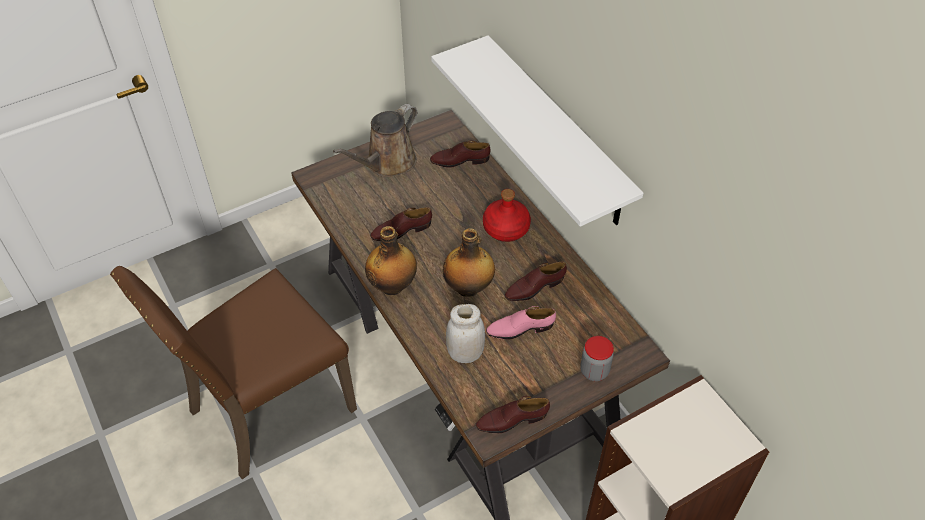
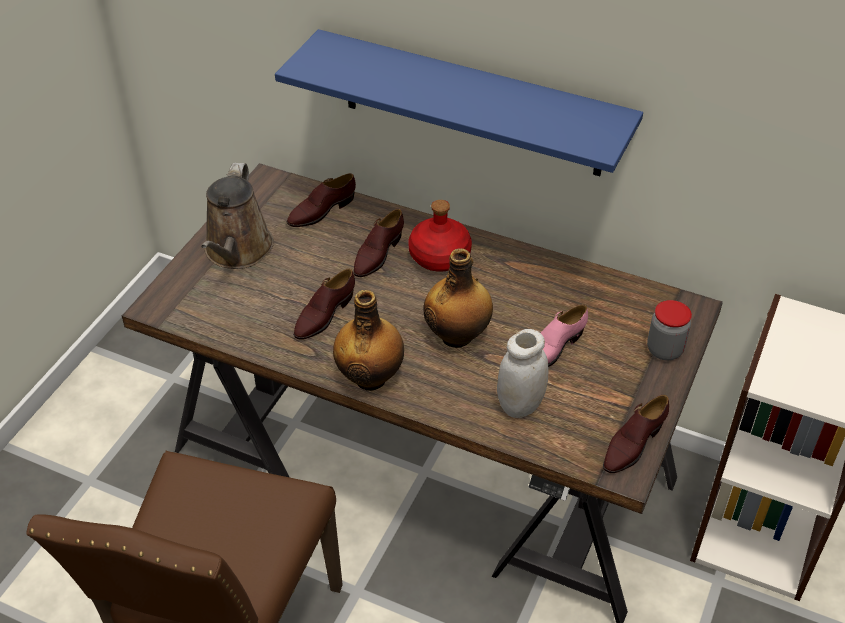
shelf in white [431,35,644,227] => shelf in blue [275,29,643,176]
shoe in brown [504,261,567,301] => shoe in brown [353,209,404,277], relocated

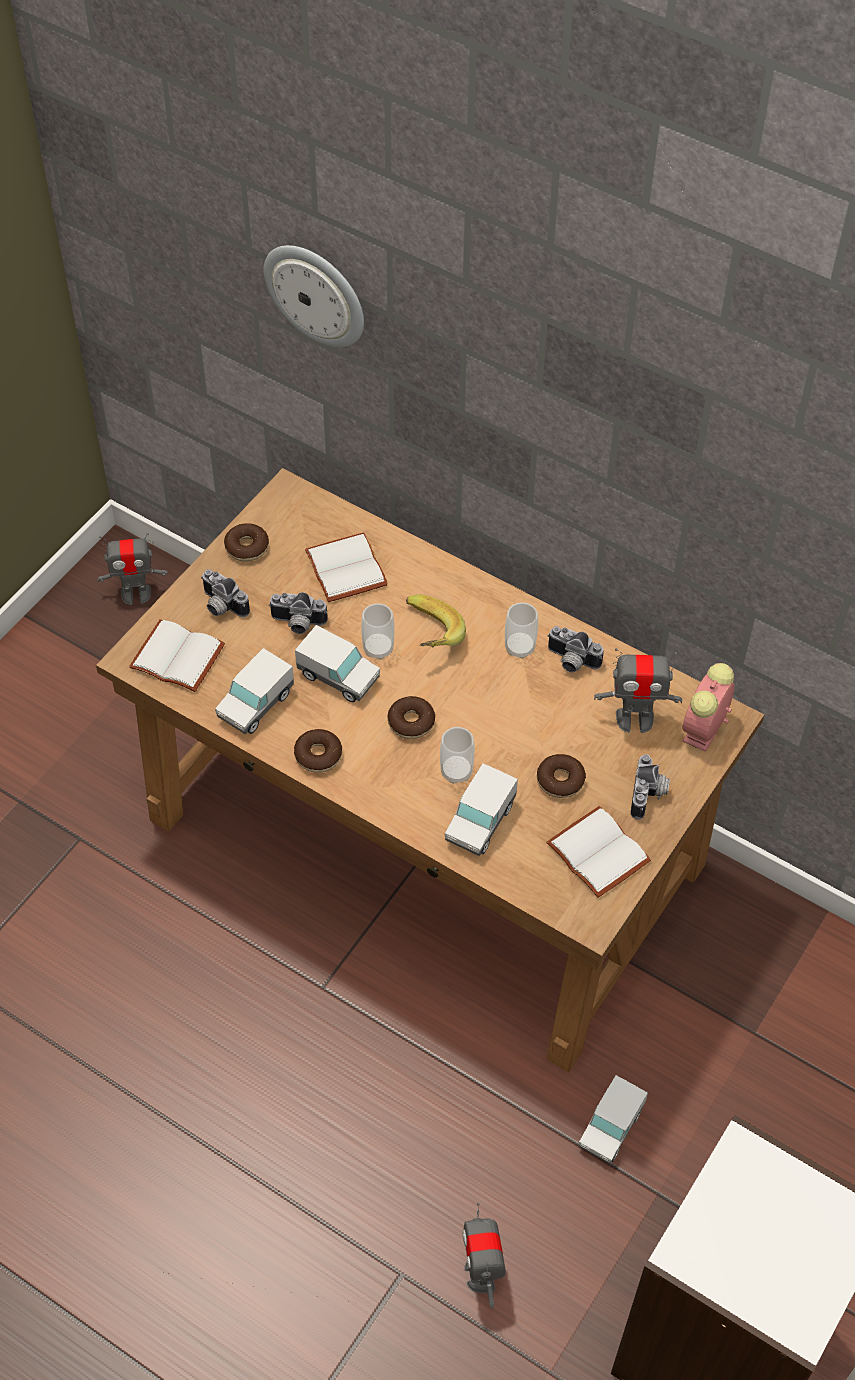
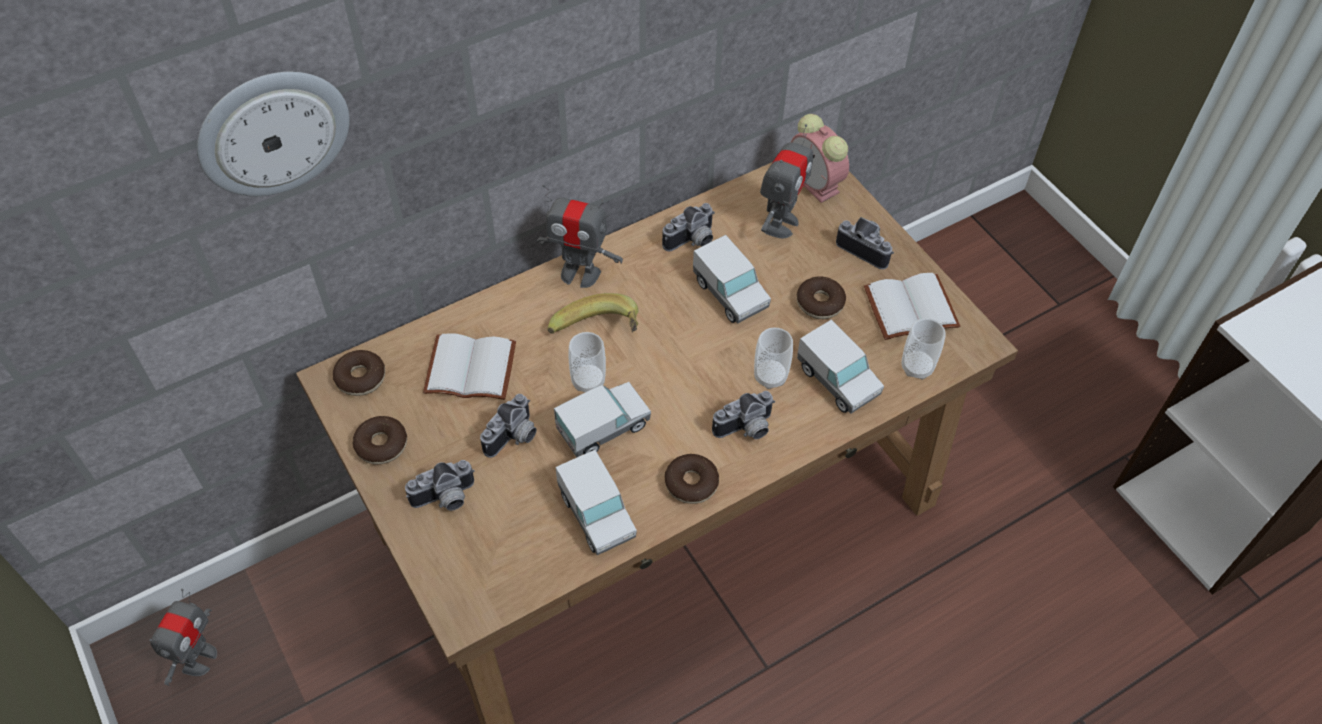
donut [388,696,435,739] => donut [333,350,385,396], relocated
toy robot [463,1203,506,1308] => toy robot [536,184,623,288], relocated
toy truck [579,1075,648,1164] => toy truck [693,235,771,323], relocated
nothing => photo camera [712,391,775,439]
cup [505,602,538,659] => cup [901,318,946,380], relocated
book in white [129,619,225,692] => nothing

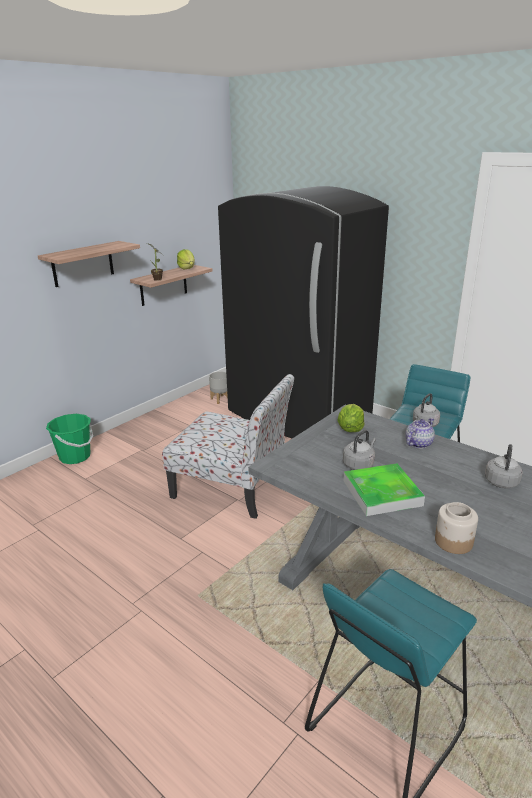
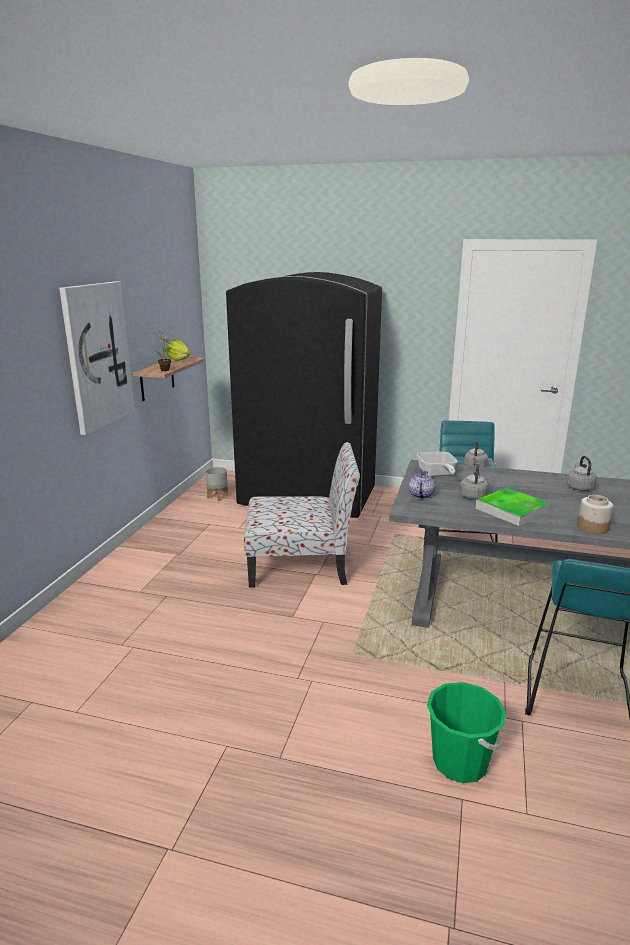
shelf [38,241,140,287] => picture [59,281,135,435]
teapot [405,418,435,449] => teapot [409,471,435,499], relocated
lettuce [337,404,364,432] => frying pan [417,451,458,477]
bucket in green [46,414,93,464] => bucket in green [427,682,507,783], relocated

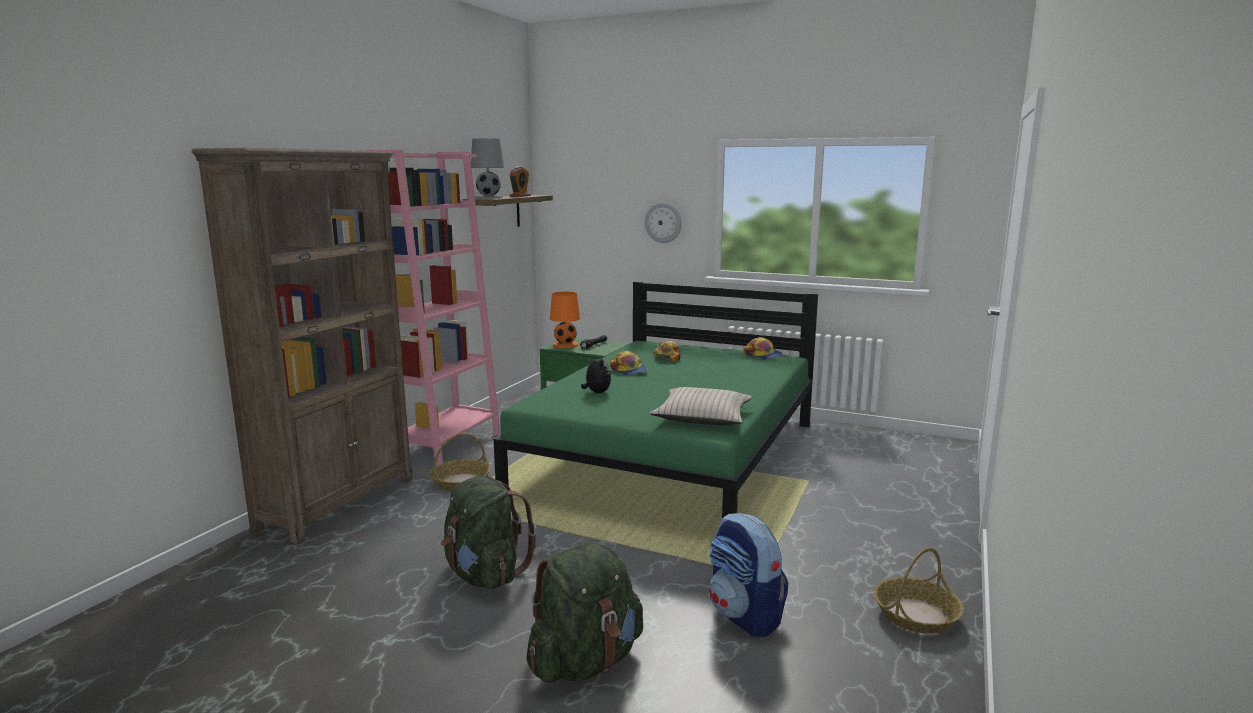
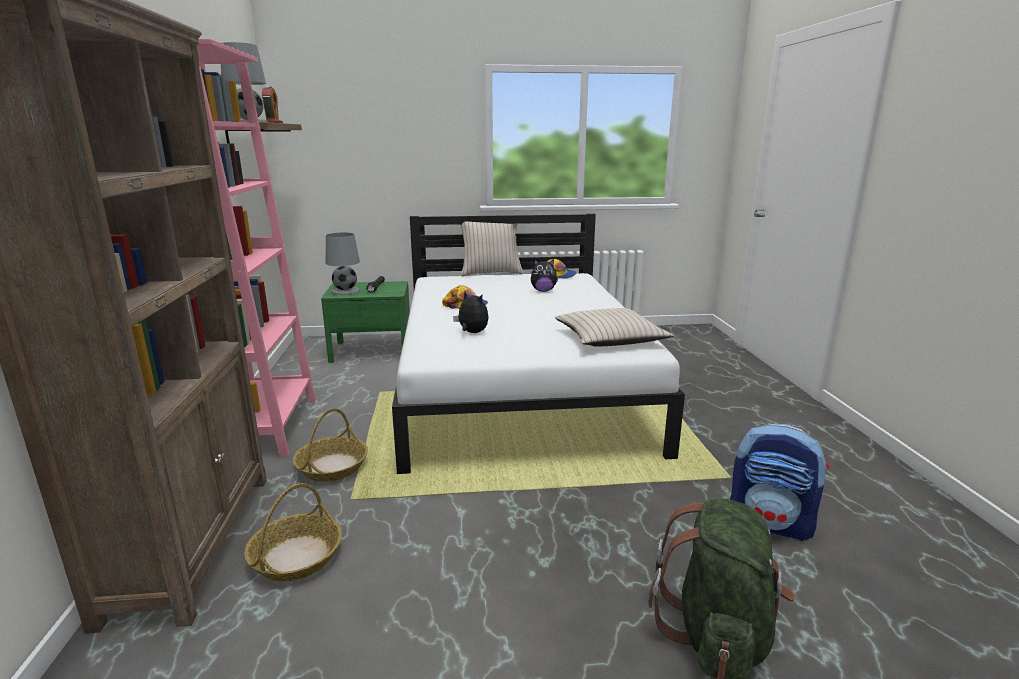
basket [874,548,964,634] => basket [244,483,342,581], relocated
table lamp in orange [550,292,580,348] => table lamp in grey [326,233,360,295]
bed in green [493,281,818,518] => bed in white [392,214,685,474]
nothing => pillow in beige [460,222,523,276]
nothing => plush toy [531,259,558,292]
backpack in green [441,476,537,589] => nothing
wall clock [645,203,682,243] => nothing
cap [654,341,683,361] => nothing

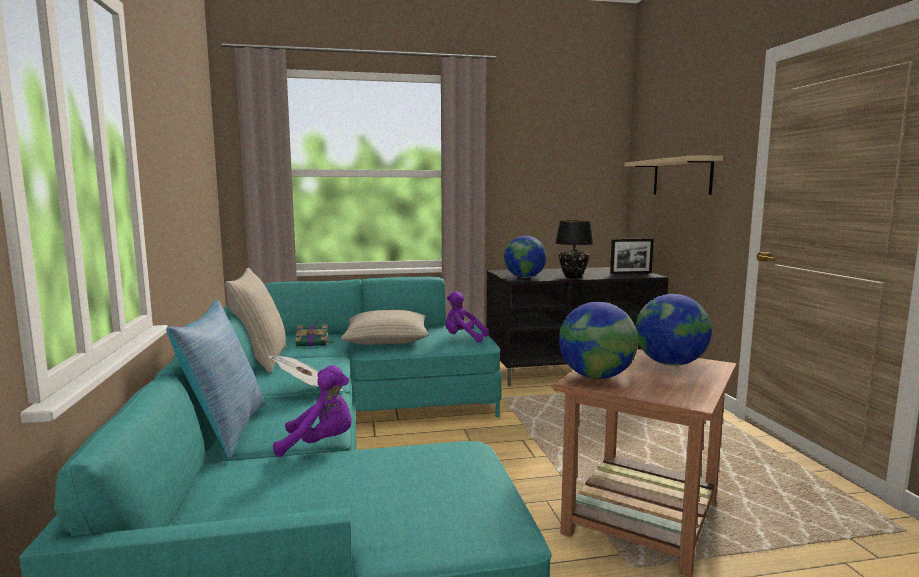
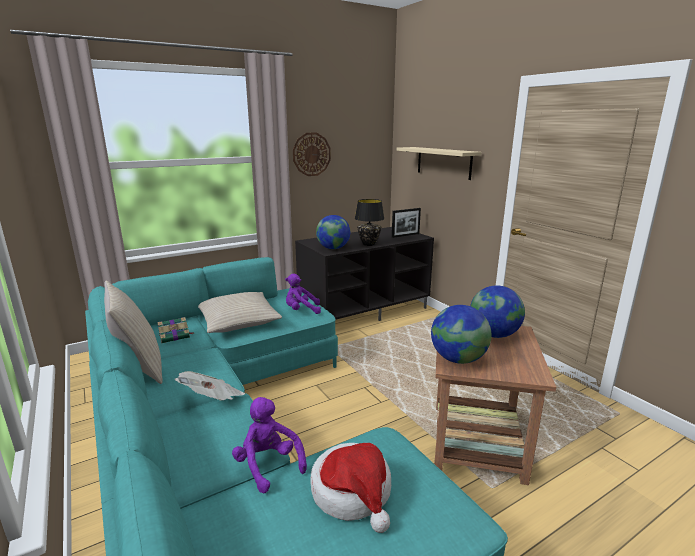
plush toy in purple [273,365,352,457] => plush toy in purple [232,397,307,493], 105 degrees counterclockwise
nothing => wall clock [293,133,331,176]
nothing => hat [310,443,391,533]
pillow [166,300,265,459] => nothing

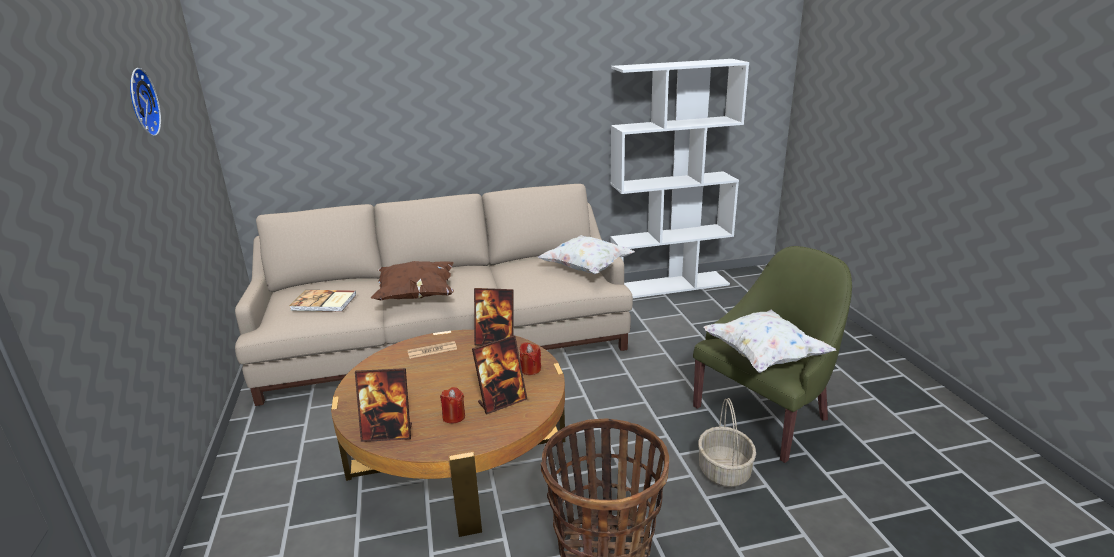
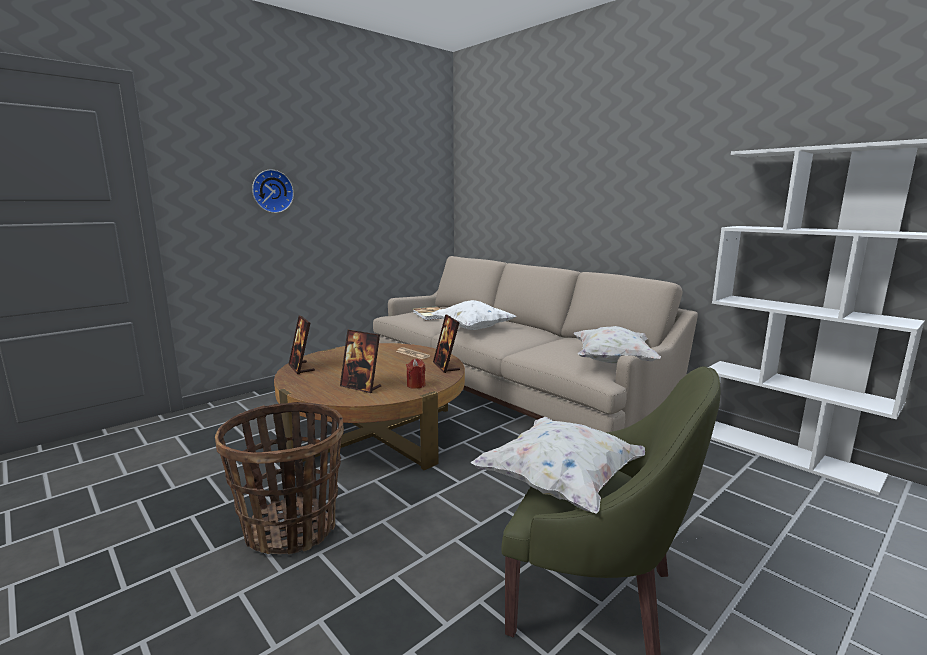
wall clock [130,68,161,136] => wall clock [252,169,294,213], relocated
pillow in brown [371,261,454,300] => pillow in white [431,300,517,330]
candle in red [440,387,465,423] => nothing
basket [698,398,756,487] => nothing

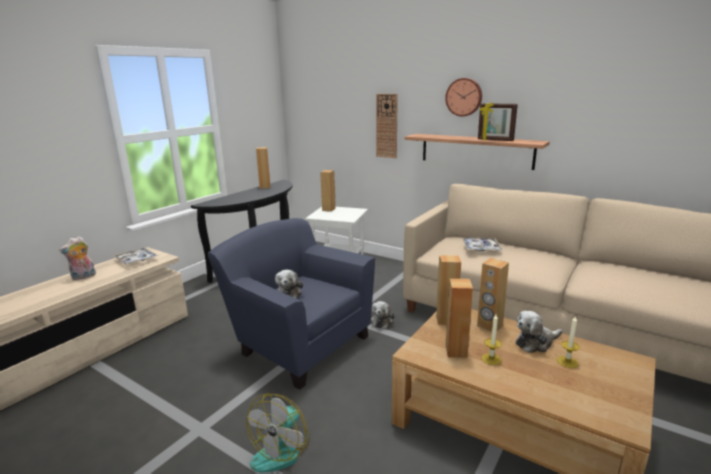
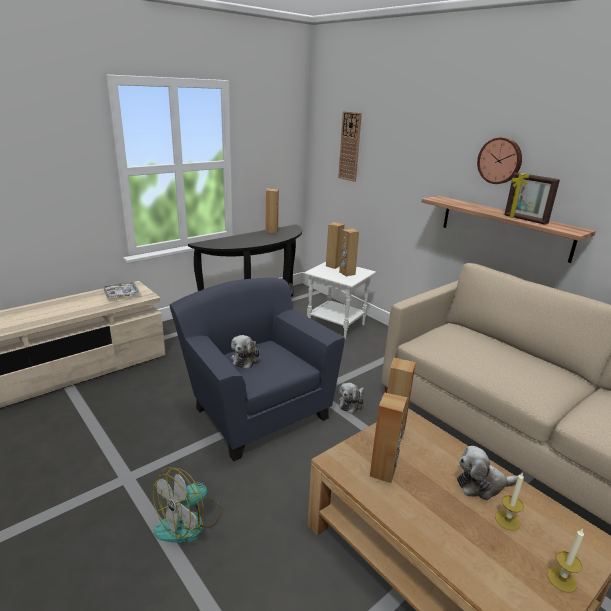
wall clock [376,94,398,158] => wall clock [338,111,362,182], relocated
speaker in brown [477,258,509,332] => speaker in brown [339,228,359,276], relocated
candle [481,314,502,365] => candle [547,529,584,593], relocated
plush toy [59,236,96,280] => nothing
tray [462,238,503,251] => nothing

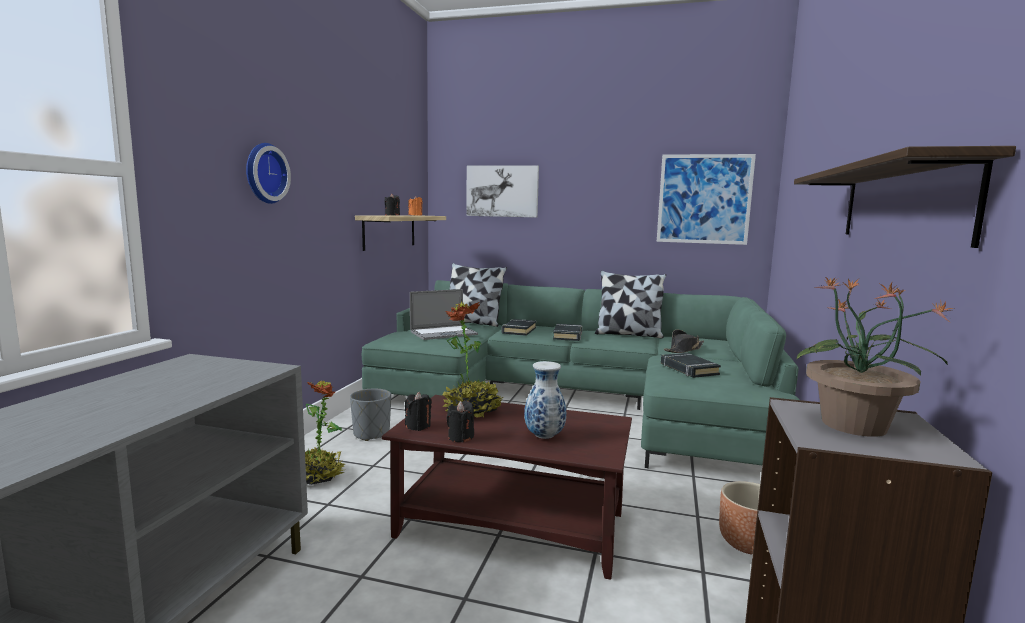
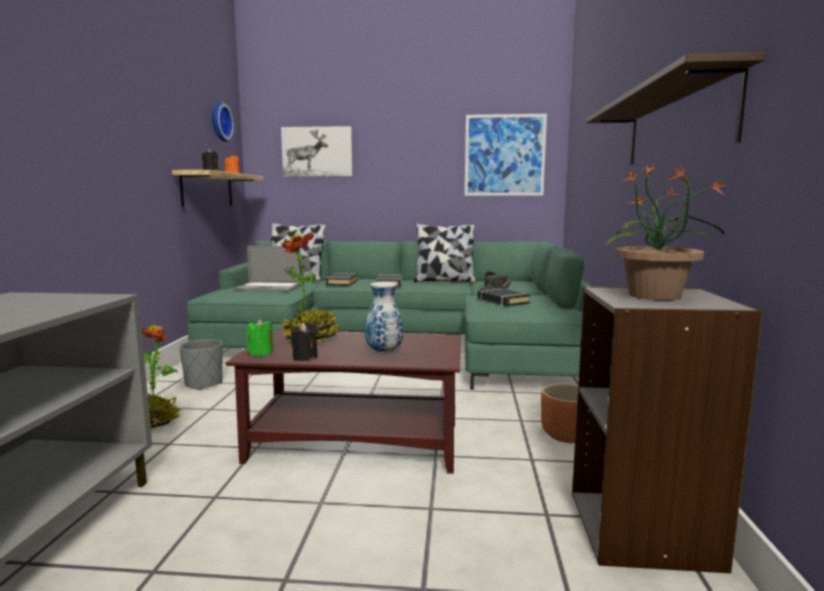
wall clock [246,143,291,204] => wall clock [212,102,234,142], relocated
laptop [410,289,478,340] => laptop [234,246,302,291], 45 degrees clockwise
candle in black [405,392,432,431] => candle in green [247,319,273,356]

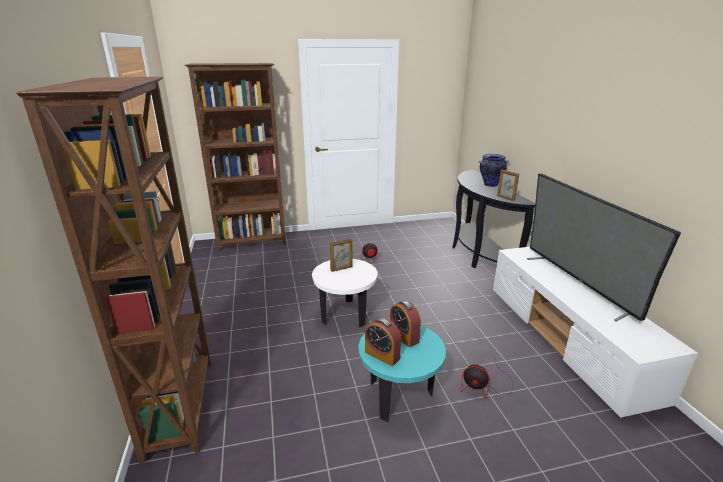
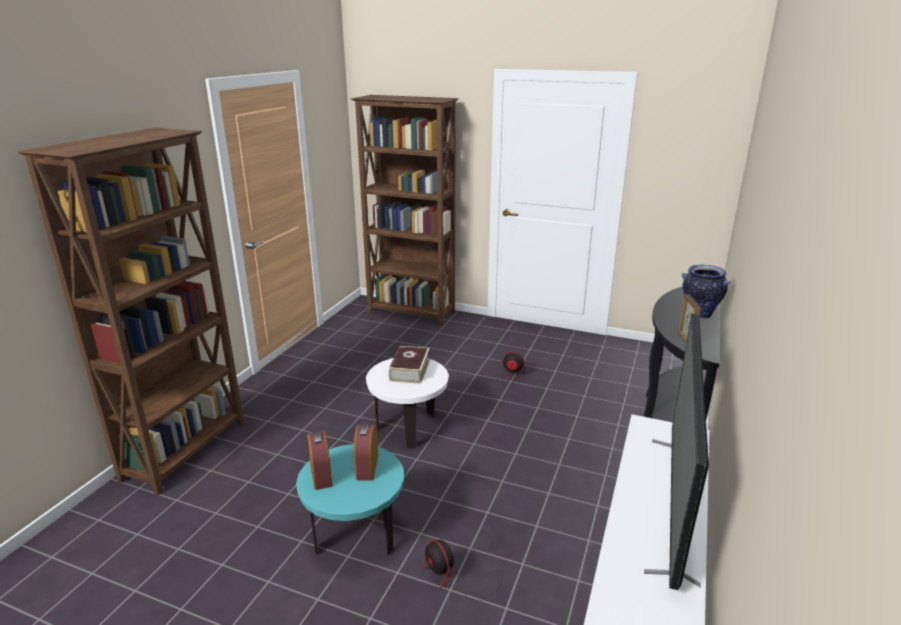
picture frame [330,239,352,272] => book [388,346,430,384]

